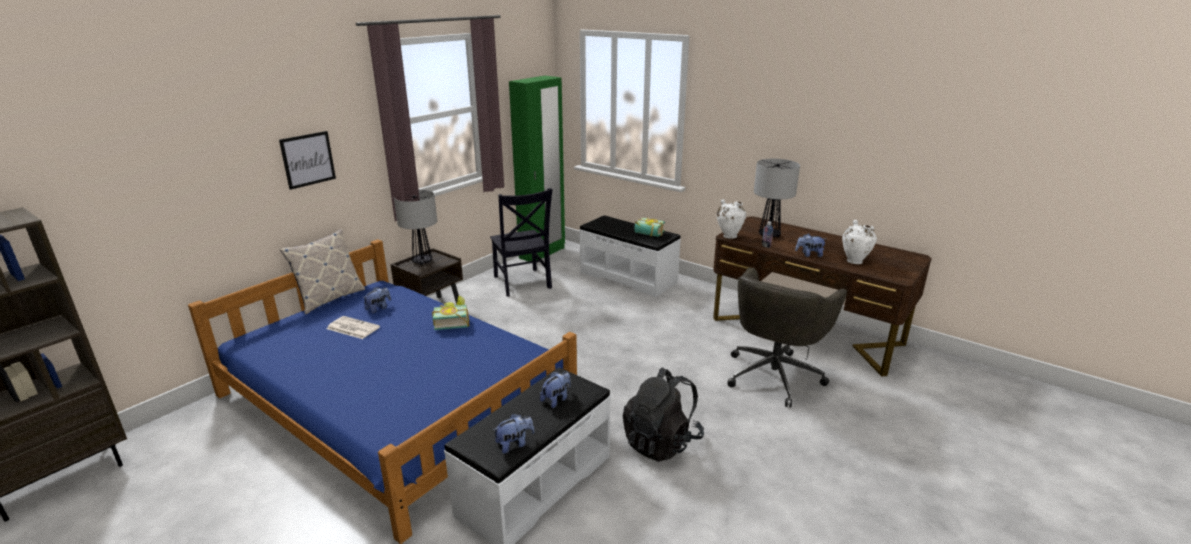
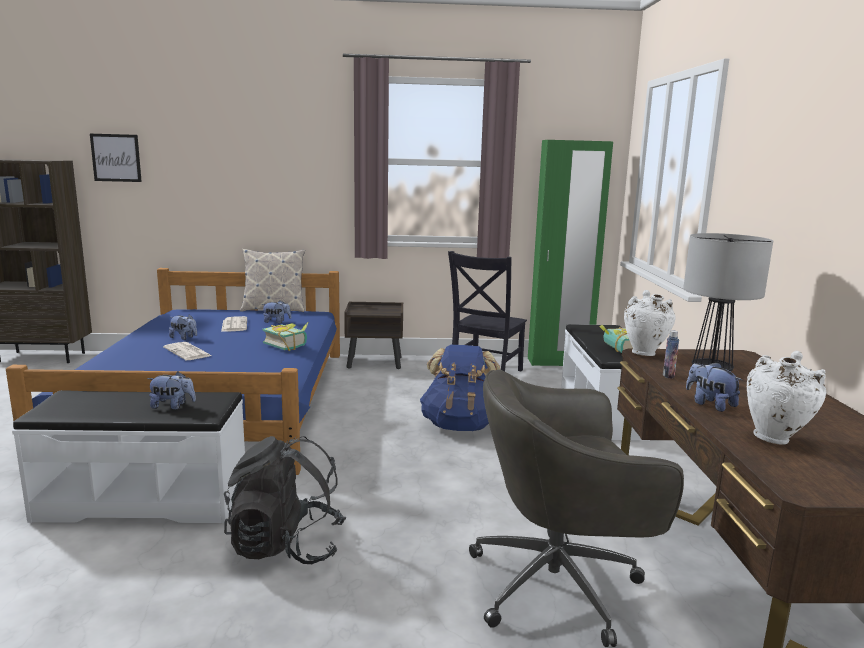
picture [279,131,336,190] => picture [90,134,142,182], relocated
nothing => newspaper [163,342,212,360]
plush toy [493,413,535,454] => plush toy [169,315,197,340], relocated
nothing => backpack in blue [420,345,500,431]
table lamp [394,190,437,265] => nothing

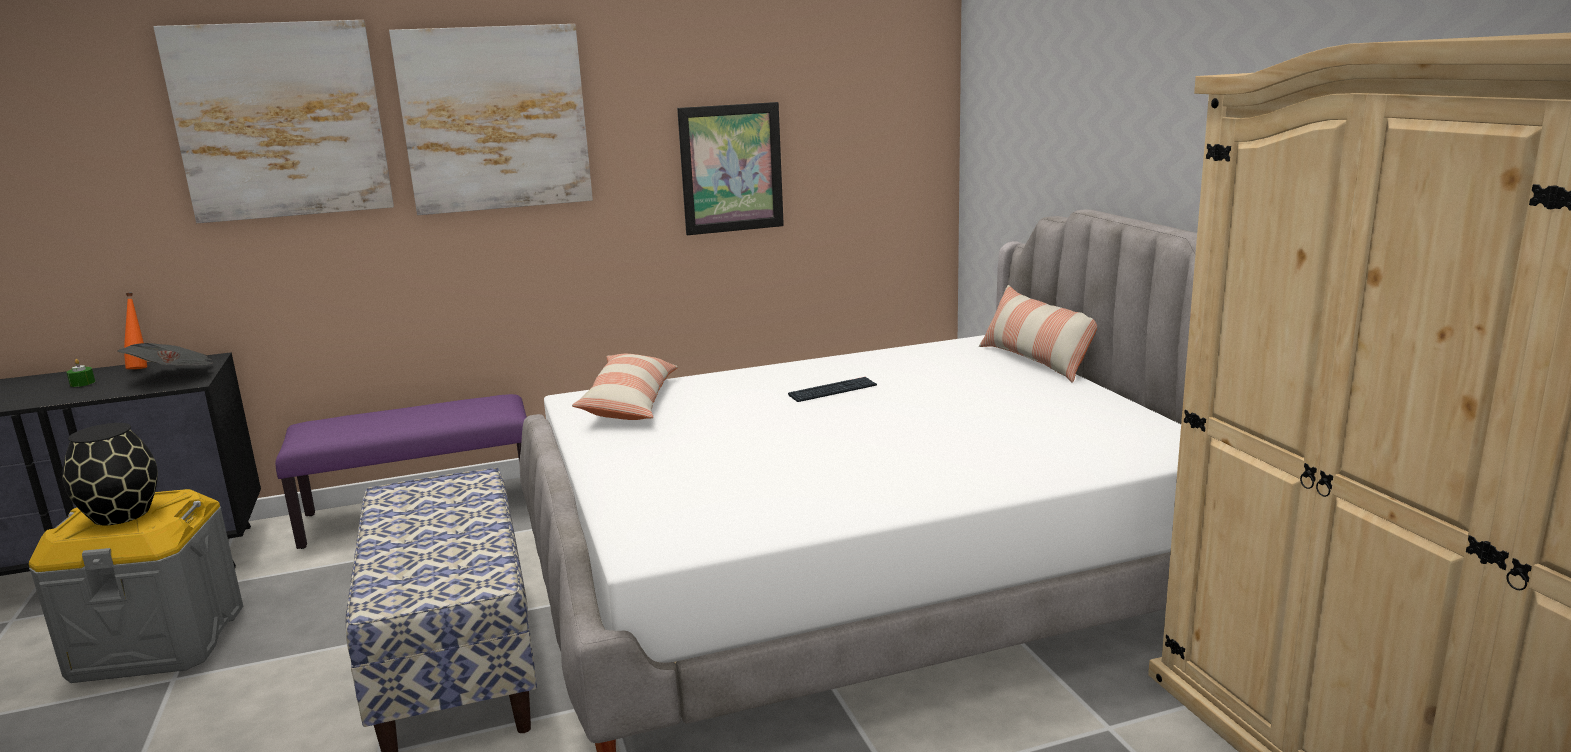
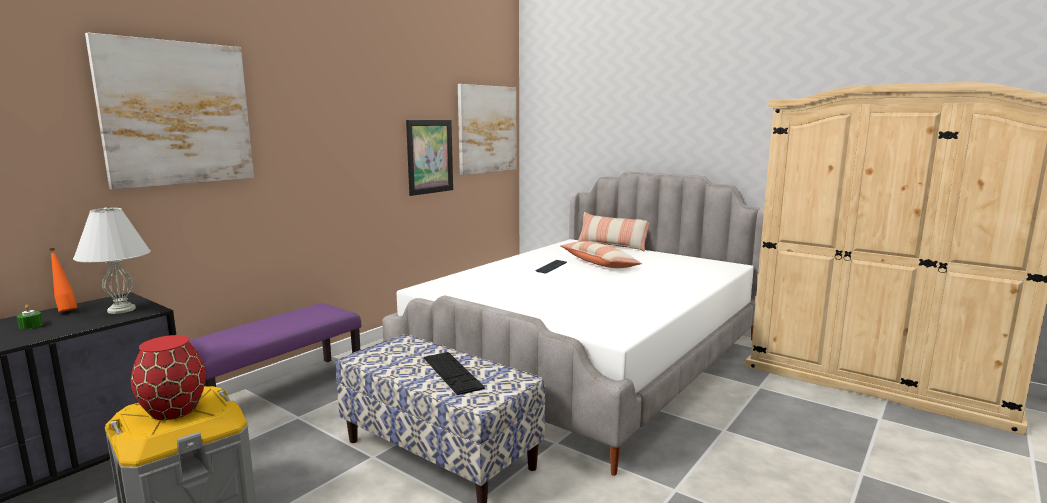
newspaper [118,343,212,365] => table lamp in white [73,207,151,314]
vase in black [62,423,158,525] => vase in red [131,335,206,420]
nothing => keyboard [424,352,485,395]
picture [389,24,593,215] => picture [458,84,517,175], relocated
pillow [572,354,678,420] => pillow [560,241,642,268], relocated

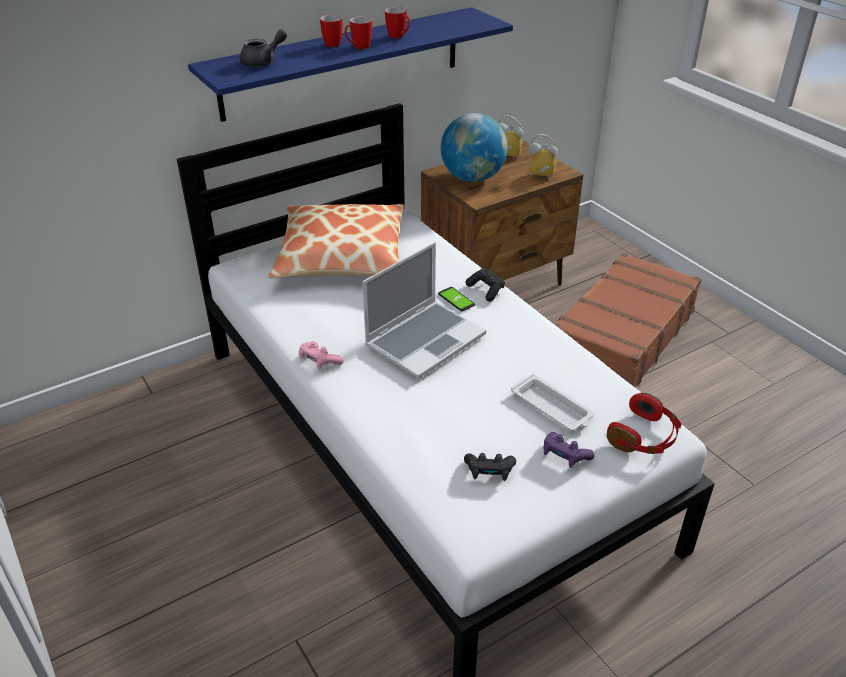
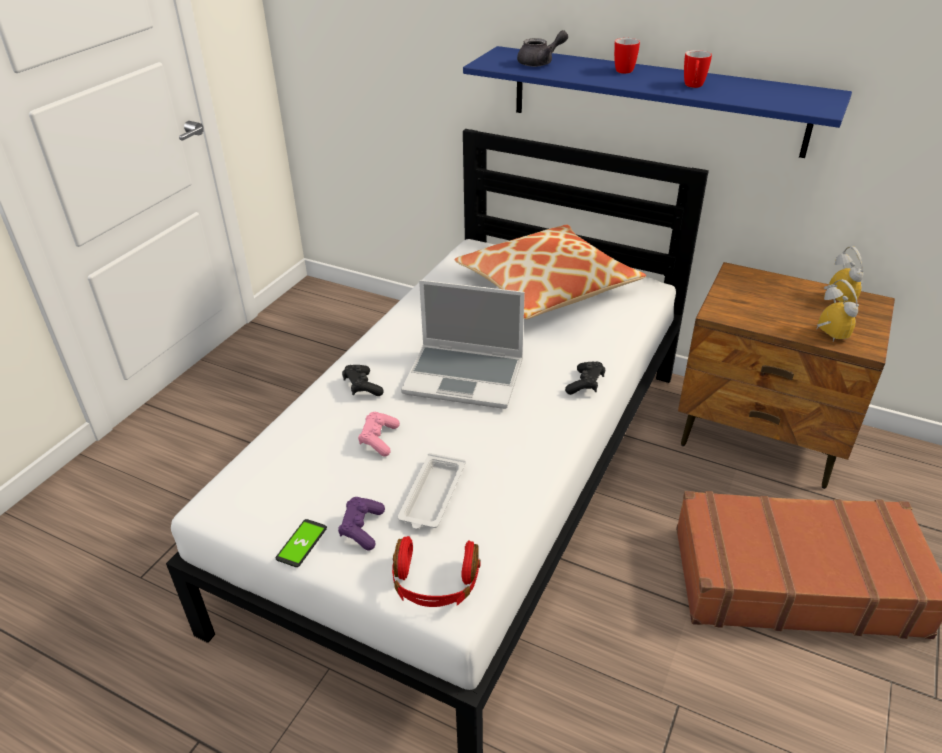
phone [438,287,475,311] => phone [276,519,327,567], relocated
game controller in black [464,453,516,481] => game controller in black [342,365,384,396], relocated
game controller in pink [298,341,344,370] => game controller in pink [358,412,400,457], relocated
teapot in grey [240,29,287,67] => teapot in grey [517,30,568,67], 45 degrees counterclockwise
mug [344,17,372,49] => nothing
globe [441,113,508,182] => nothing

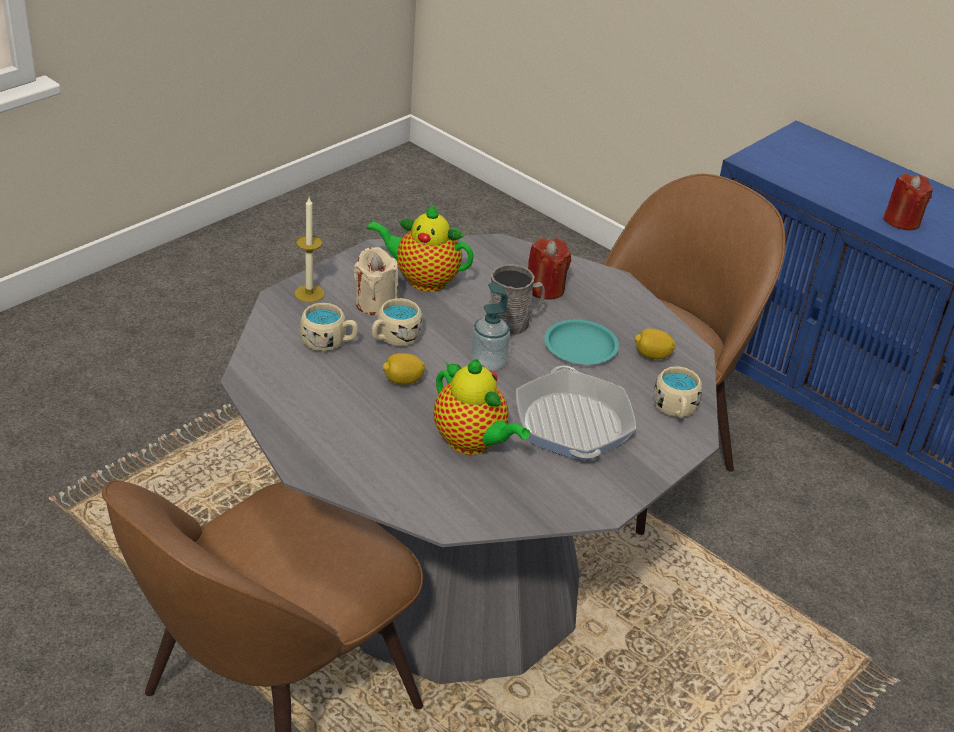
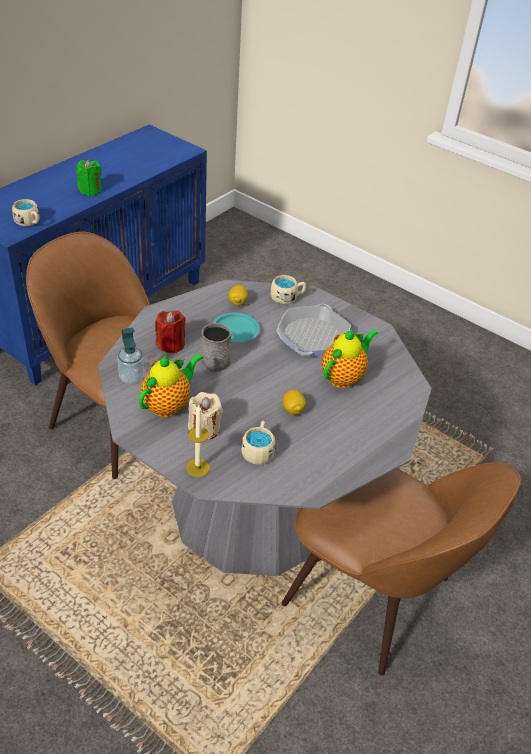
mug in beige [372,298,423,346] => mug in beige [12,199,39,226], relocated
candle in red [883,174,933,230] => candle in green [76,160,101,196]
soap dispenser [471,283,510,371] => soap dispenser [118,327,144,384], relocated
teapot [366,203,474,292] => teapot [139,354,204,417], 150 degrees counterclockwise
frying pan [516,365,636,461] => frying pan [277,304,351,357], 120 degrees clockwise

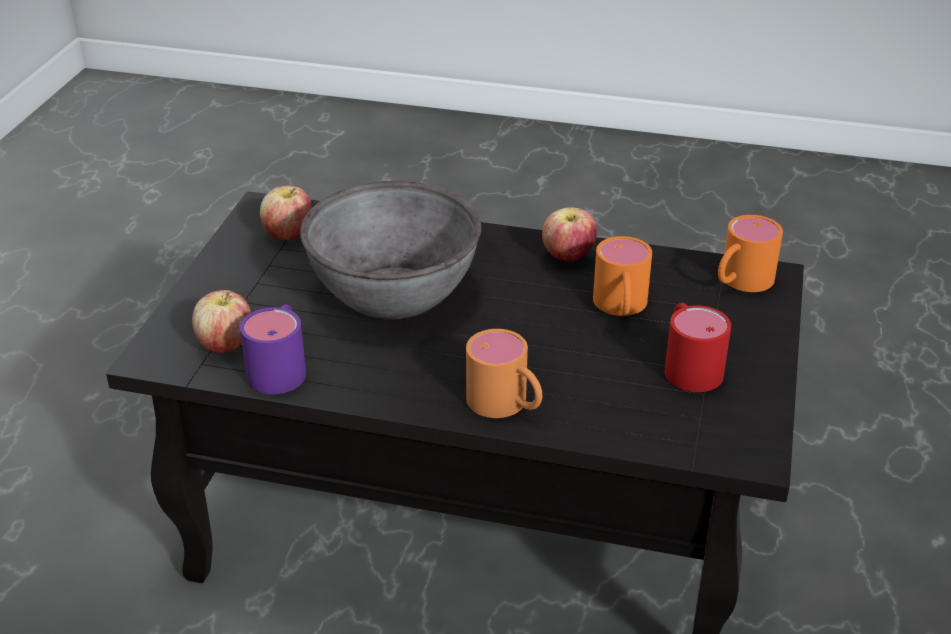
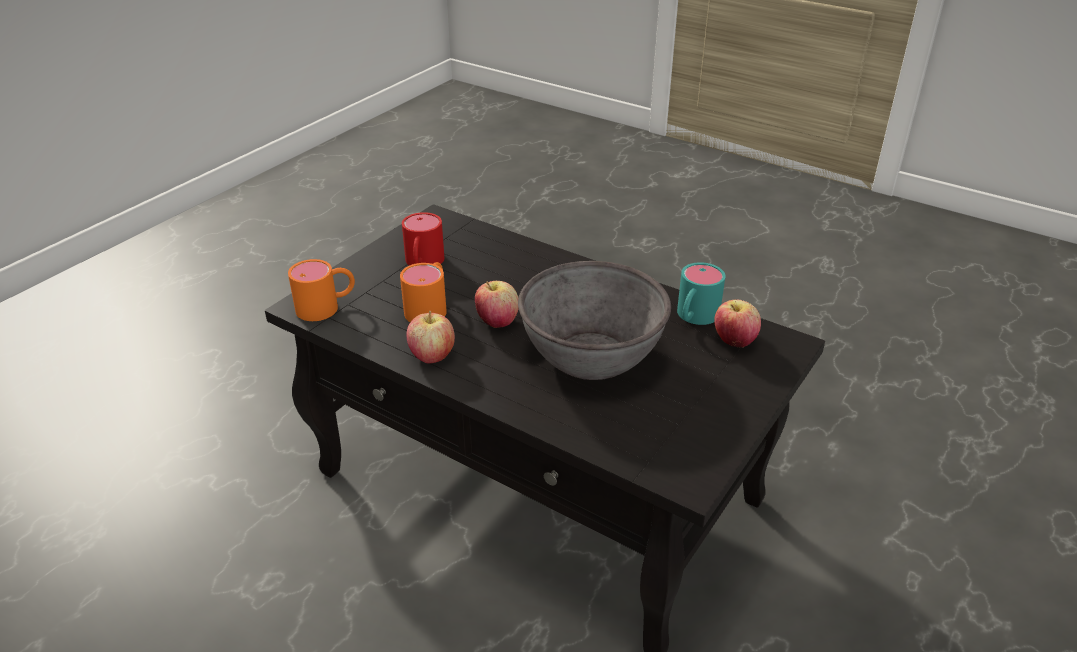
apple [260,185,312,240] => apple [475,281,519,328], relocated
mug in purple [240,304,306,394] => mug in turquoise [677,262,725,325]
mug in orange [466,329,542,418] => nothing

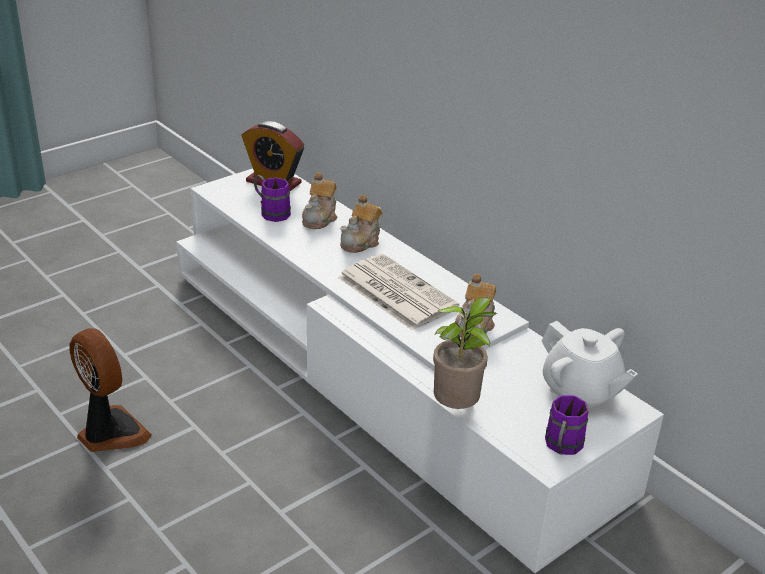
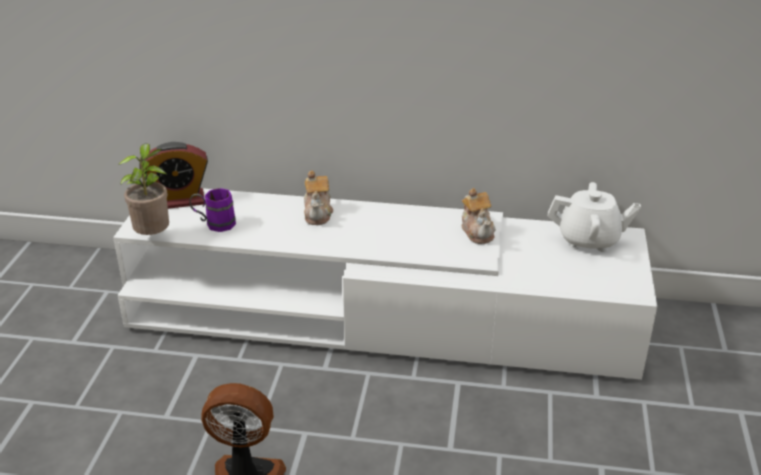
potted plant [433,297,497,409] => potted plant [119,143,169,235], relocated
teapot [302,172,337,229] => nothing
newspaper [338,254,459,331] => nothing
mug in purple [545,395,589,455] => nothing

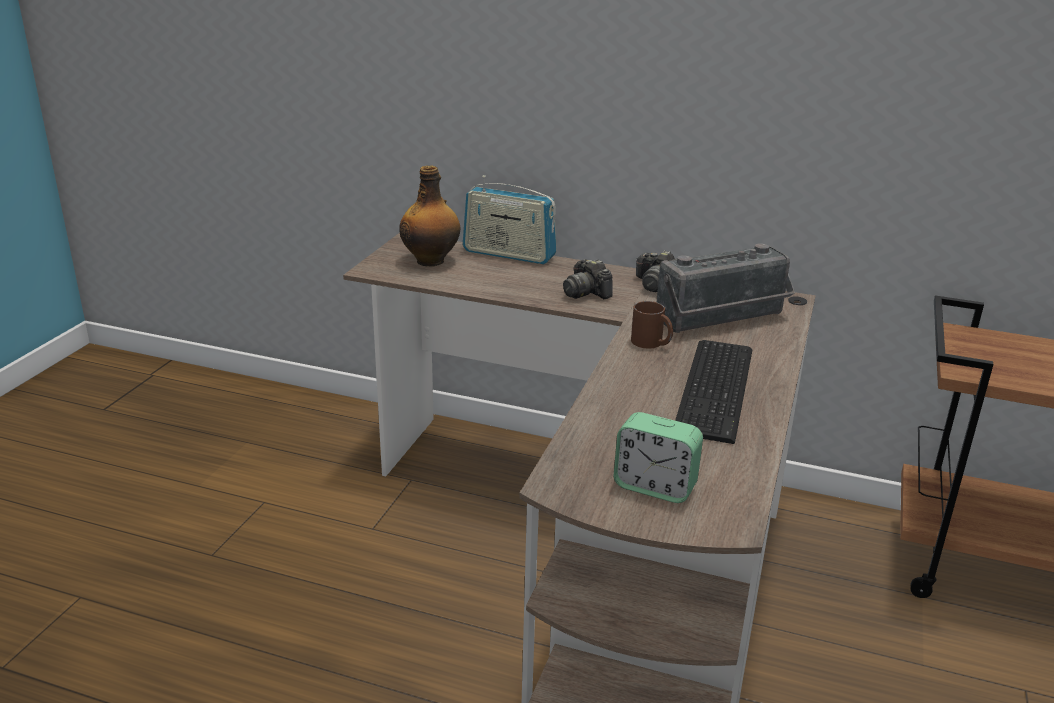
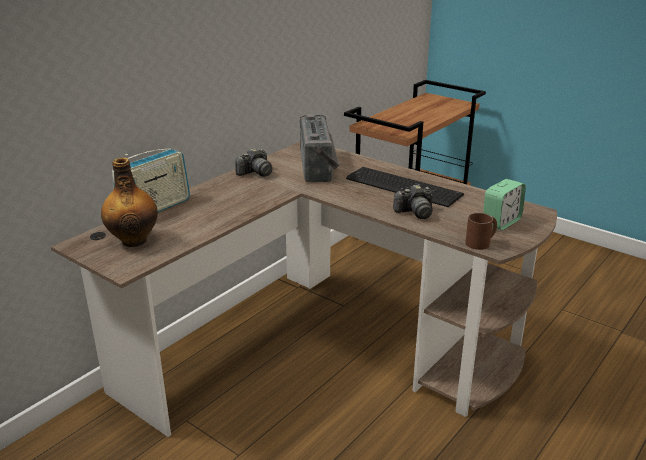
photo camera [563,259,613,299] => photo camera [393,185,433,219], relocated
mug in brown [631,301,673,348] => mug in brown [465,213,497,250], relocated

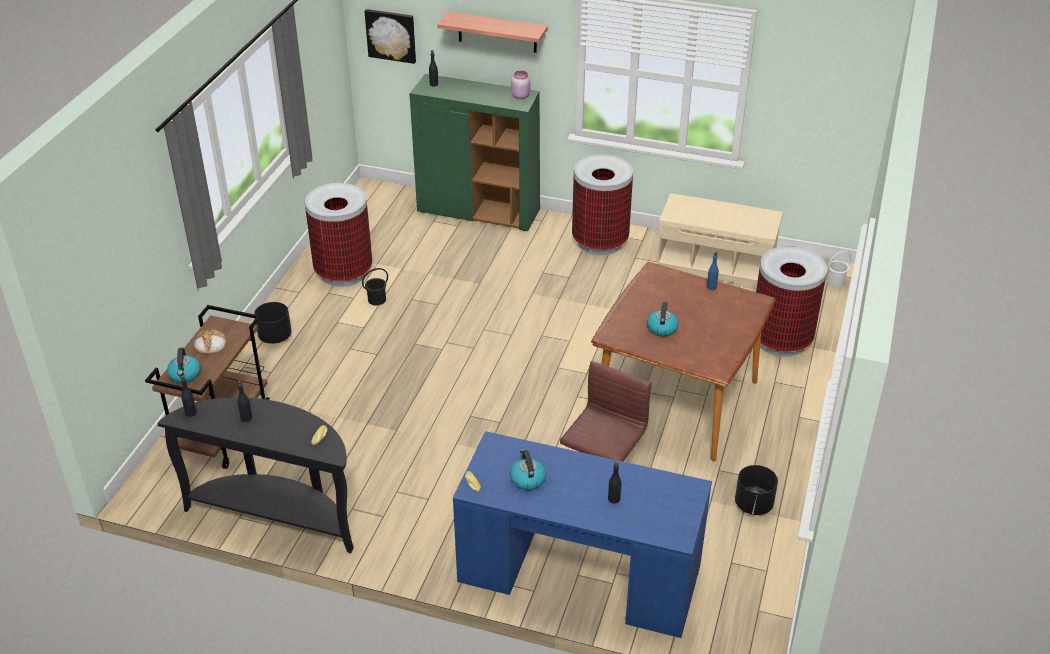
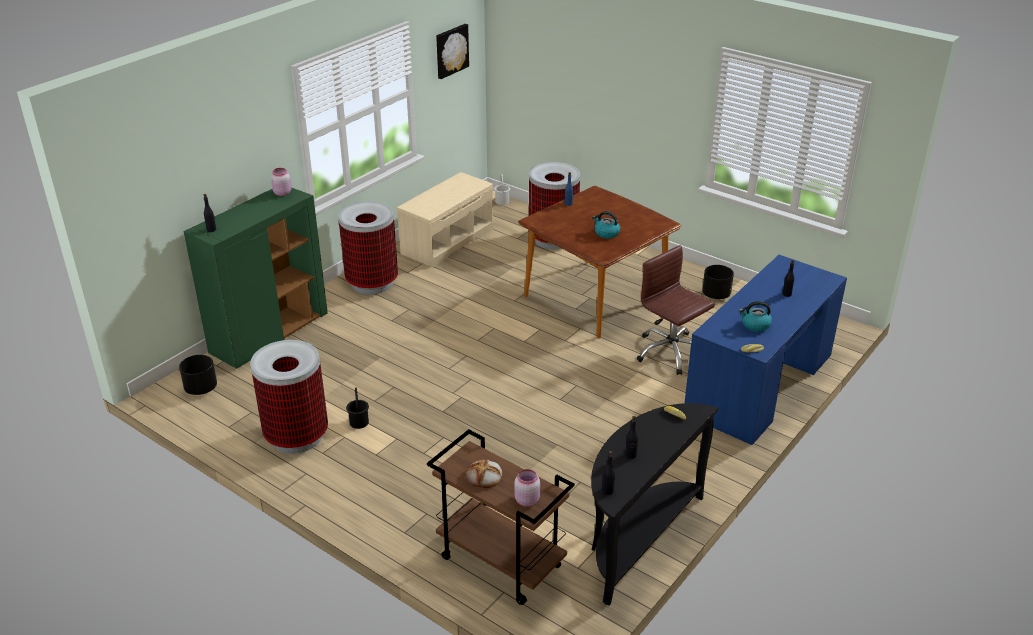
planter in black [254,302,292,344] => planter in black [179,355,217,395], relocated
picture [364,9,416,64] => picture [436,24,469,79], relocated
kettle [167,348,201,383] => jar in pink [515,469,540,507]
shelf [437,12,548,53] => nothing

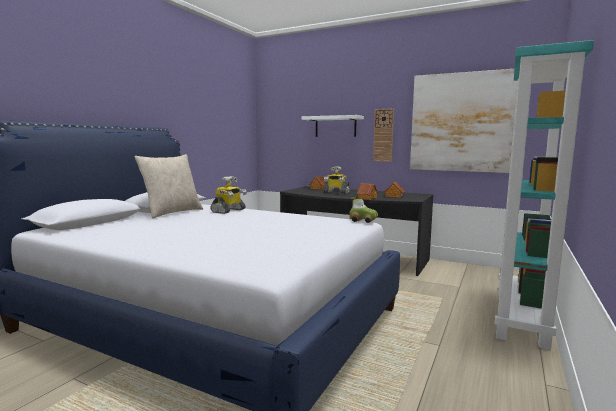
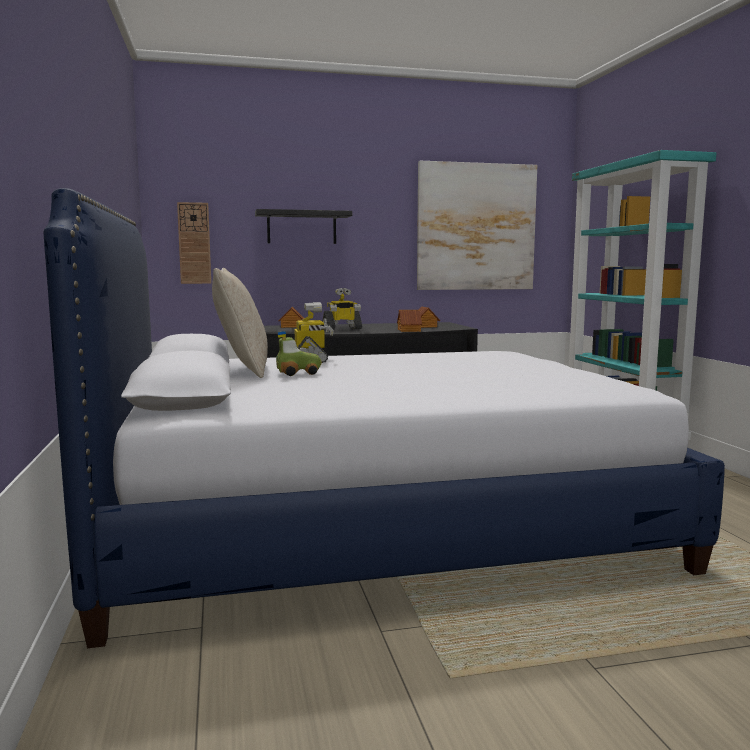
wall clock [373,108,394,162] => wall clock [177,202,211,284], relocated
shelf in white [302,115,364,137] => shelf in black [255,209,352,244]
toy car [349,195,378,223] => toy car [276,331,321,376], relocated

